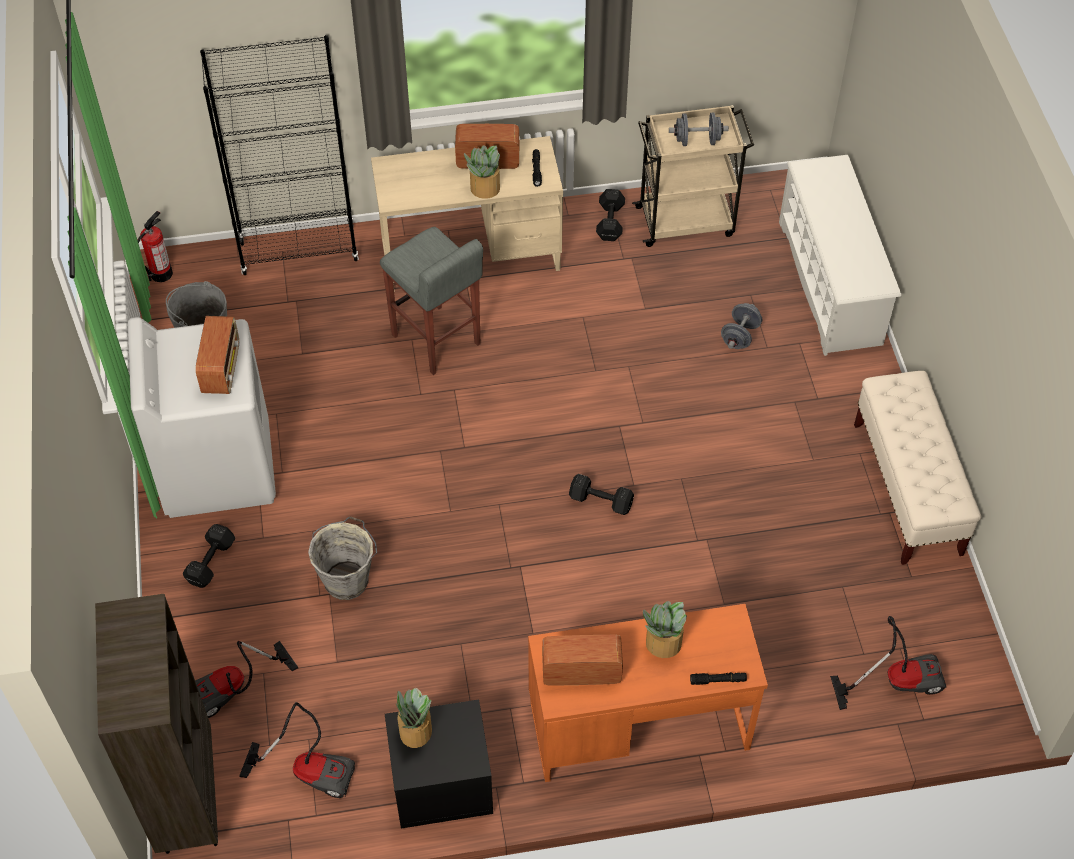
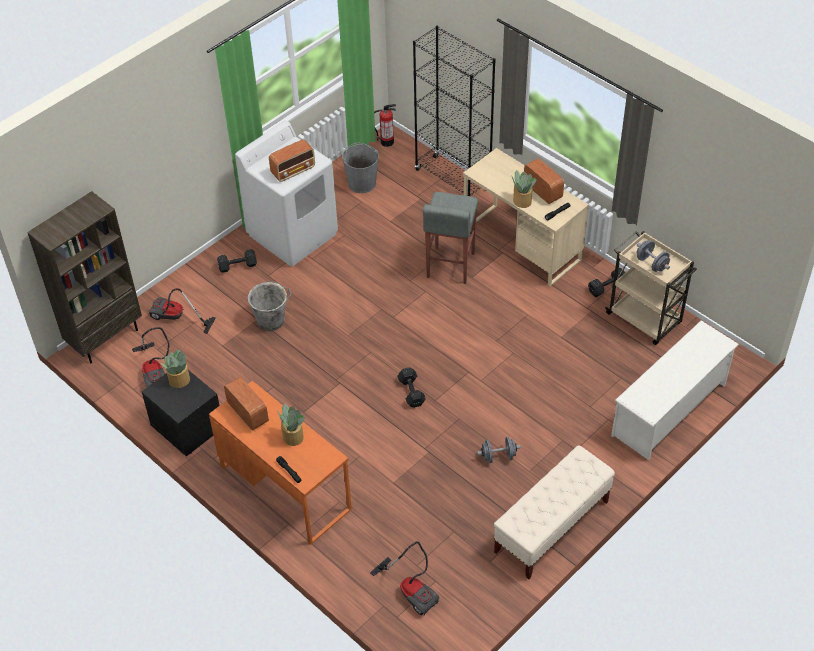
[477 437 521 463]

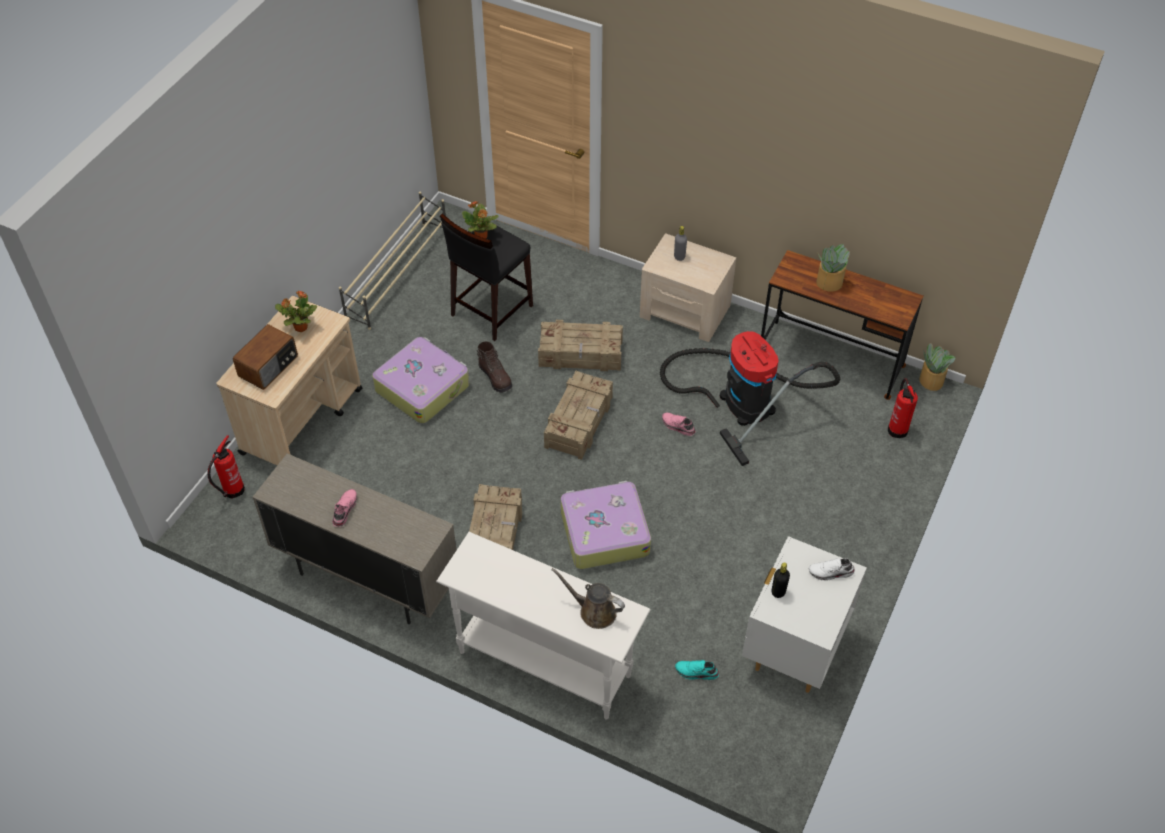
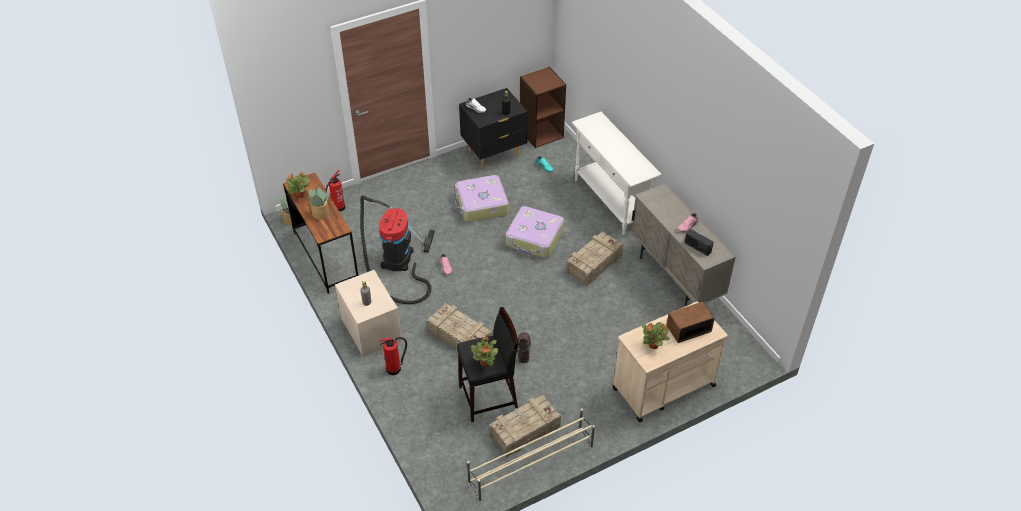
[551 568 625 629] (first image)
[285 172 310 198]
[520 67 566 148]
[684 229 714 256]
[379 337 407 375]
[455 175 509 222]
[489 395 561 458]
[459 88 528 169]

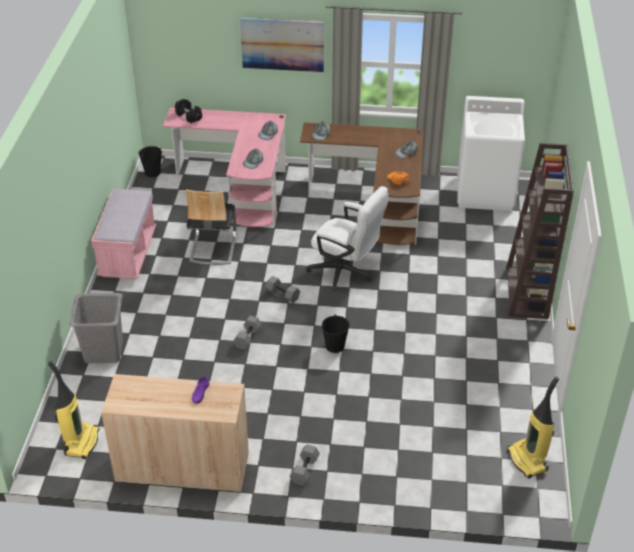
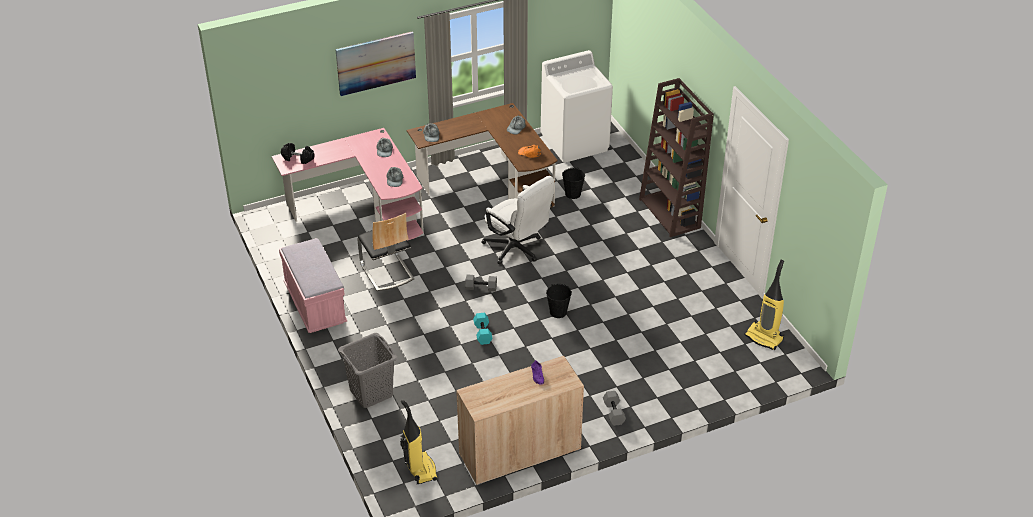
[562 168 585 199]
[473 313 493 345]
[481 176 555 265]

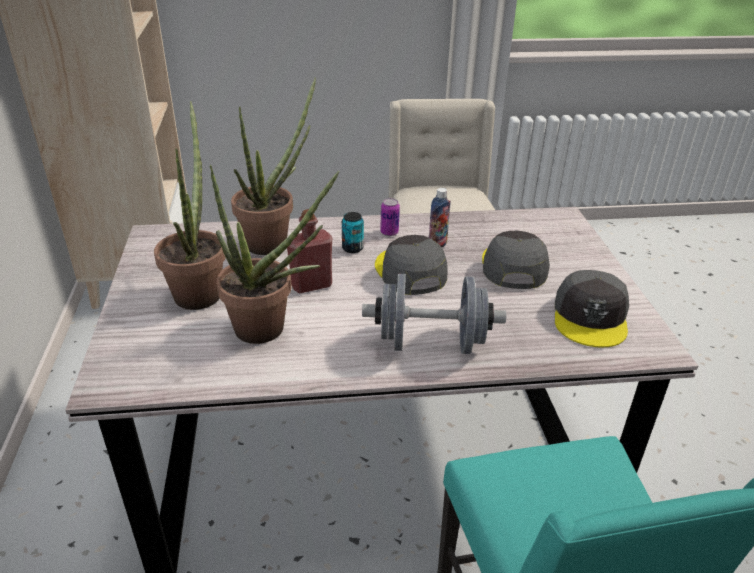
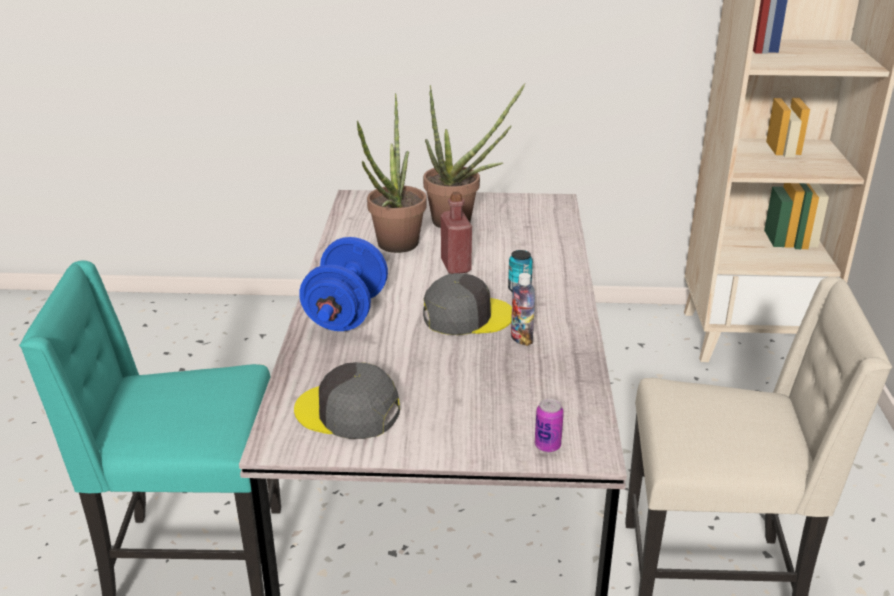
[231 78 316 255] (first image)
[482 231 550 289] (first image)
[535 399 564 452]
[299 237 388 331]

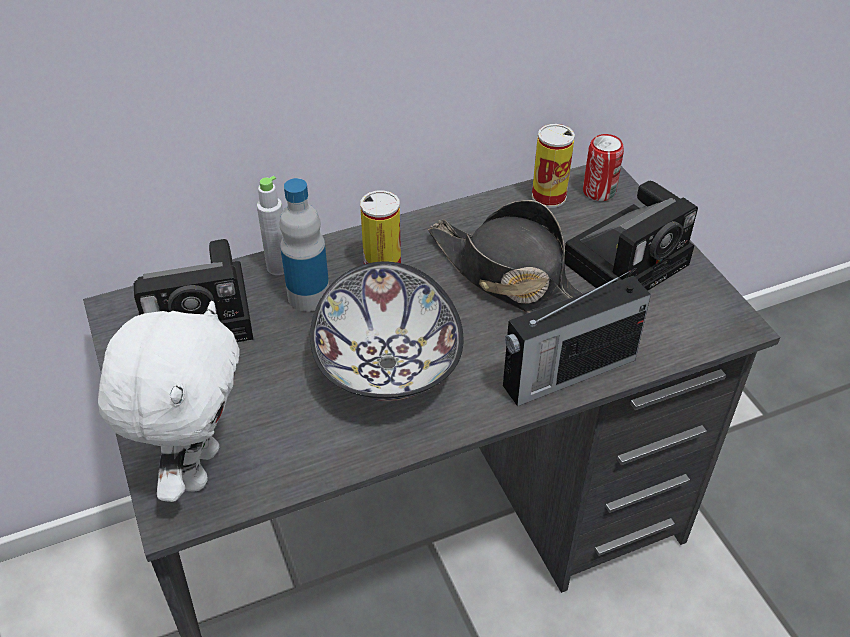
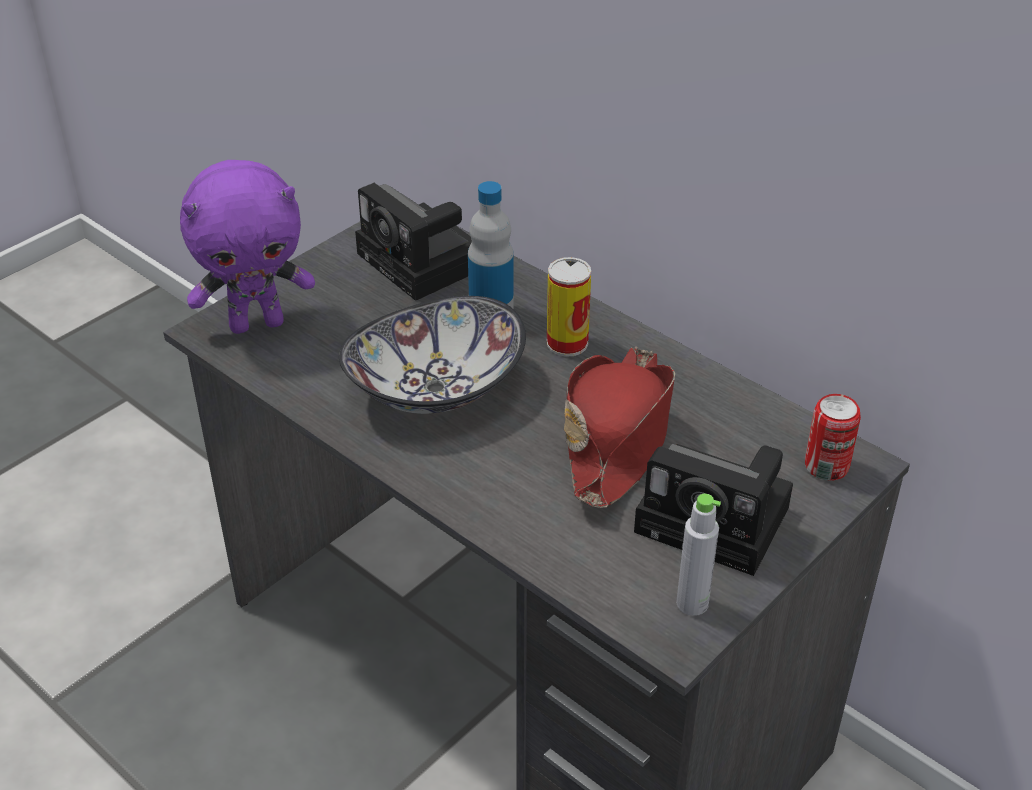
[503 270 651 406] (first image)
[532 124 575 208] (first image)
[676 494 721 616]
[180 160 315 334]
[564 346 675 508]

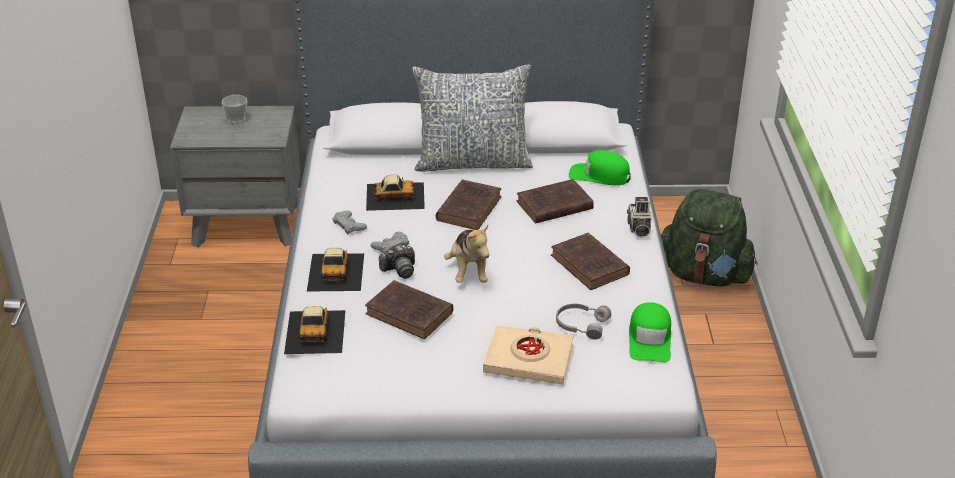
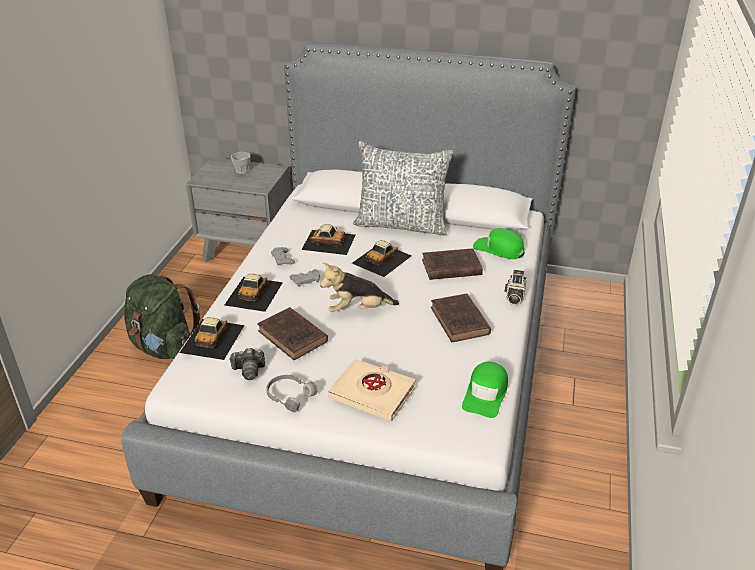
[229 348 265 380]
[266 375 317 412]
[124 274 200 359]
[352 240 412 277]
[320 263 399 312]

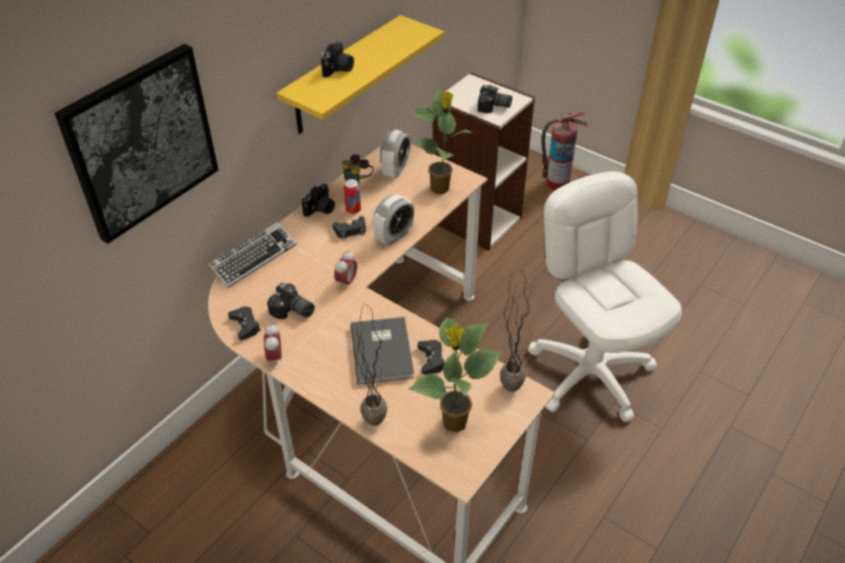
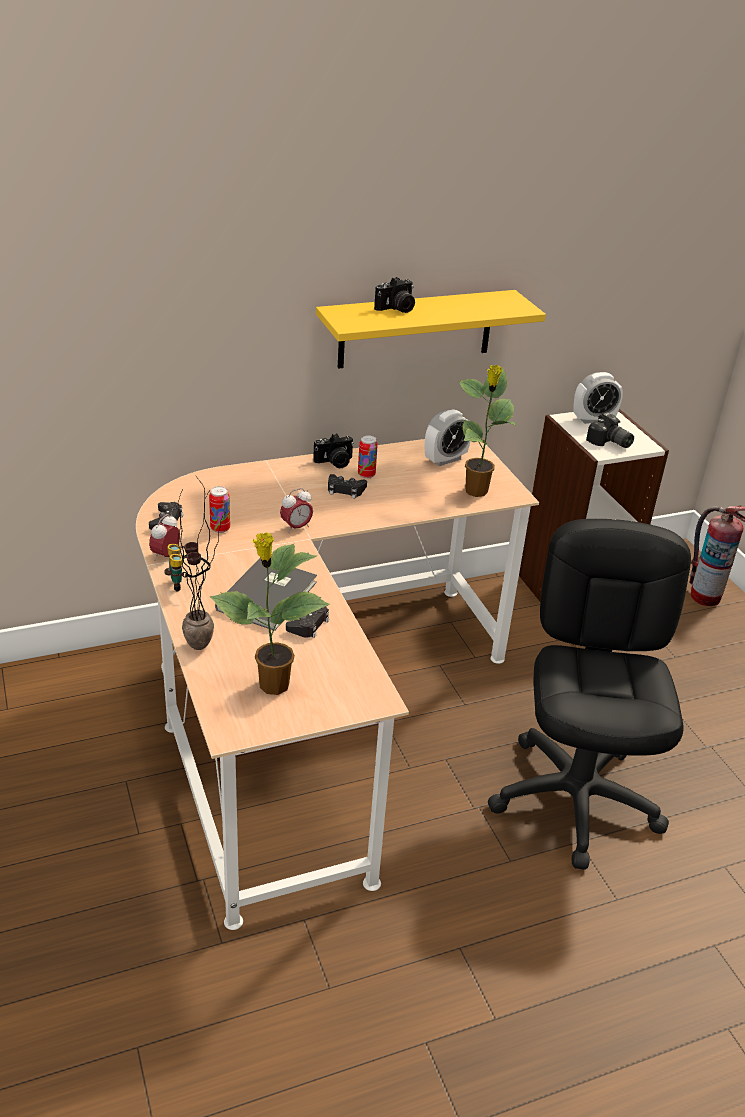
[54 44 218 244] (first image)
[208 222 297 288] (first image)
[500 275 533 392] (first image)
[164 542 211 591]
[574 372 623 424]
[209 486 230 533]
[488 519 691 870]

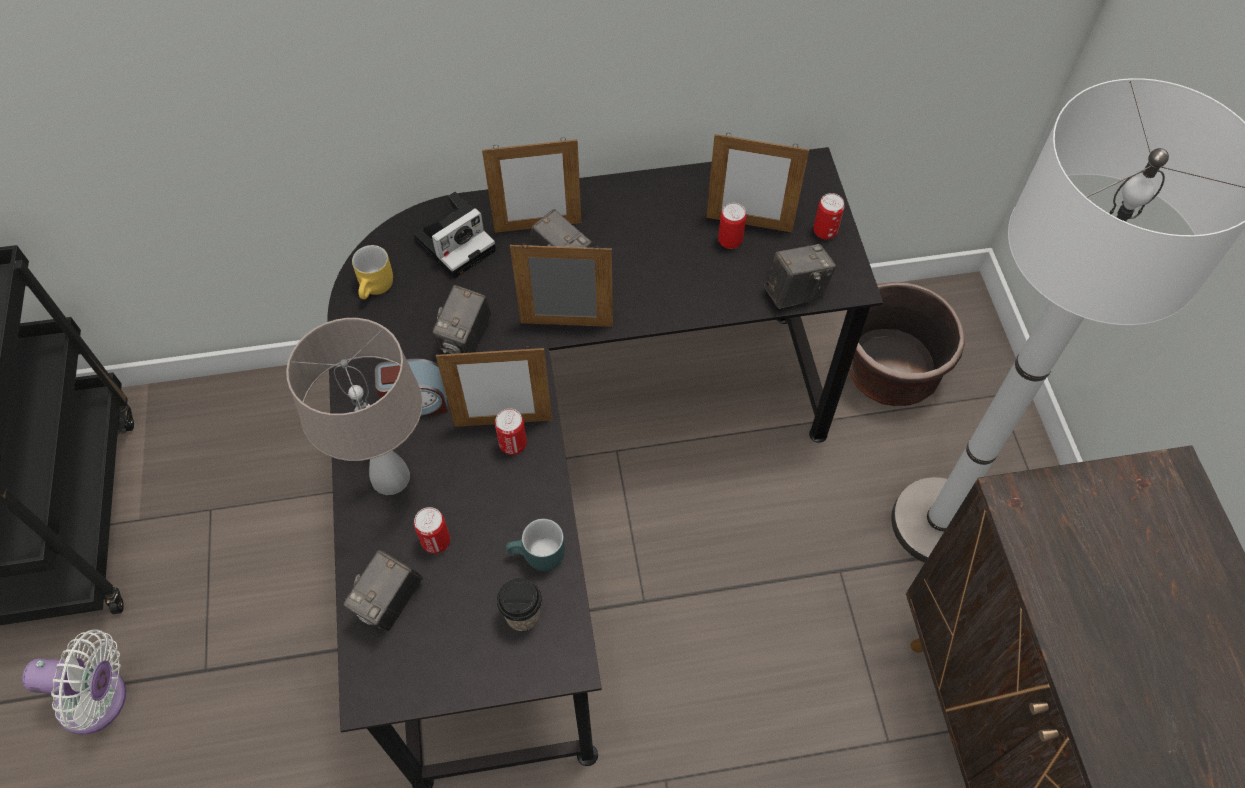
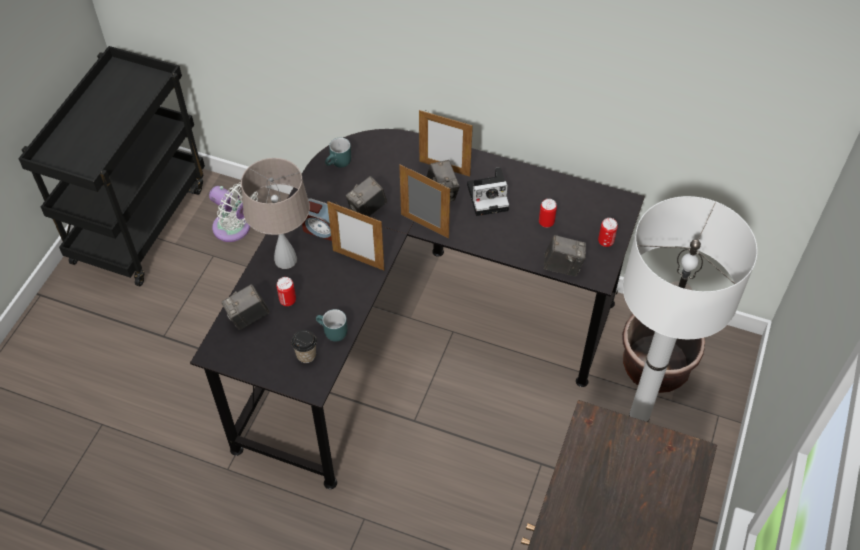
[495 408 527 455] (first image)
[706 133 809 232] (first image)
[209 182 258 242]
[467 167 509 216]
[325 138 351 167]

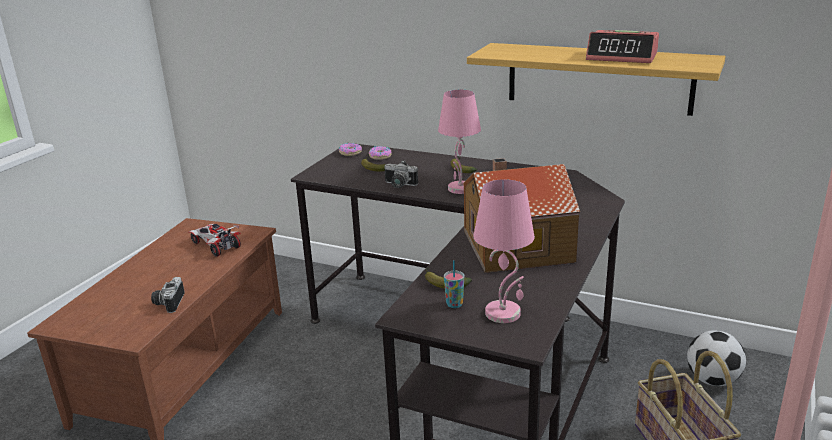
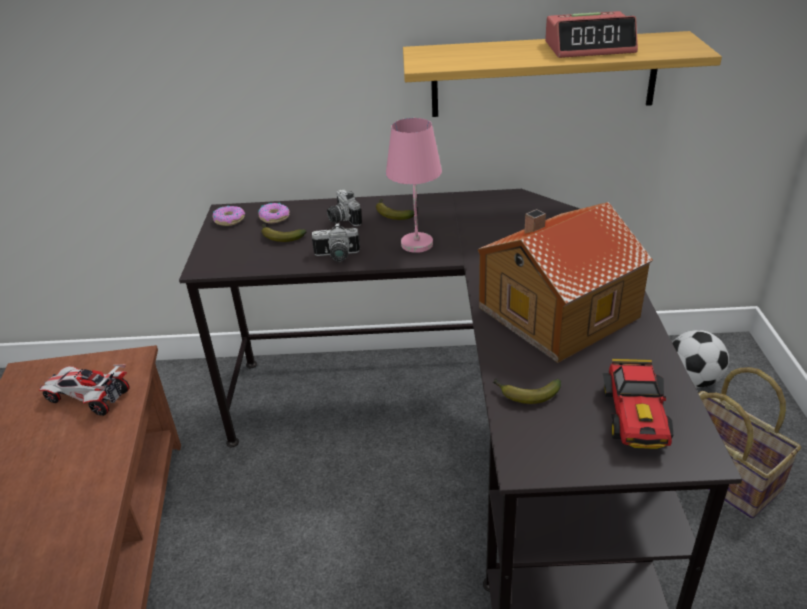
[444 260 464 308] (first image)
[327 189 362 226]
[603 359 674 449]

